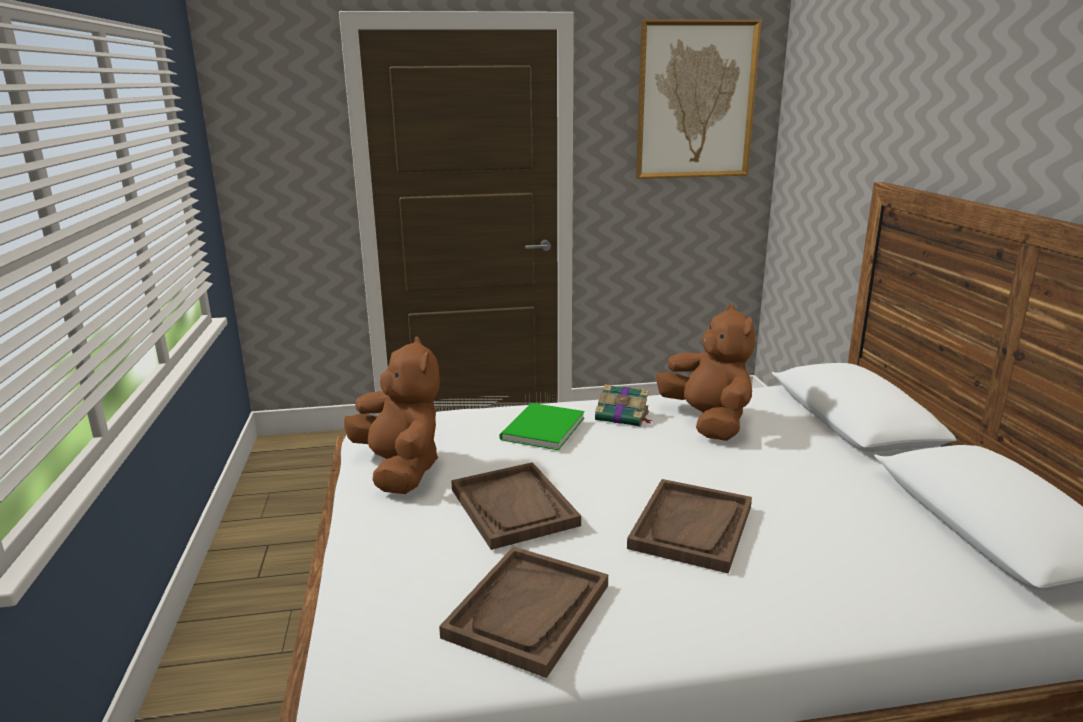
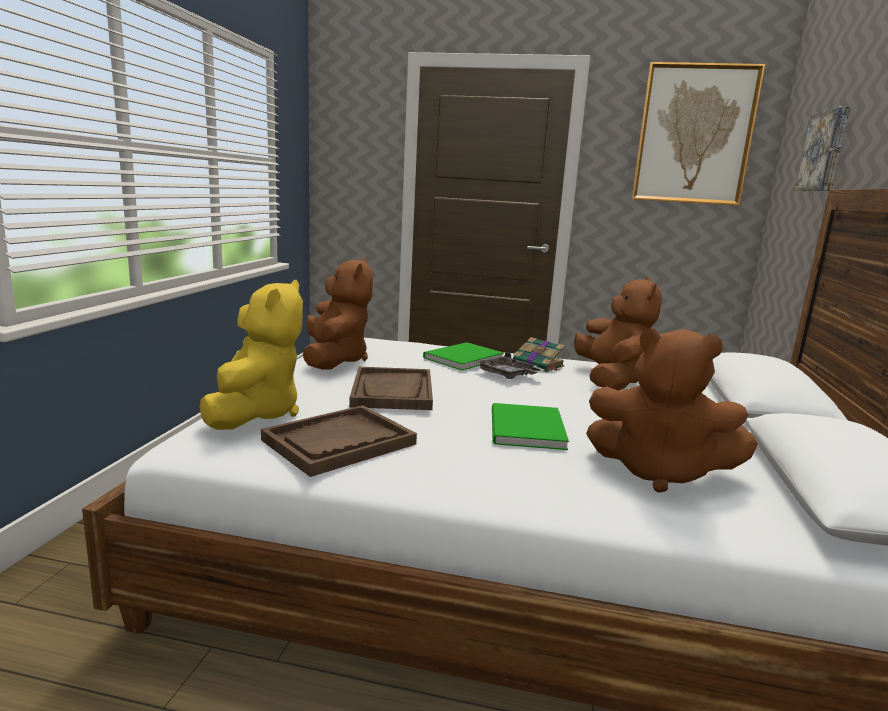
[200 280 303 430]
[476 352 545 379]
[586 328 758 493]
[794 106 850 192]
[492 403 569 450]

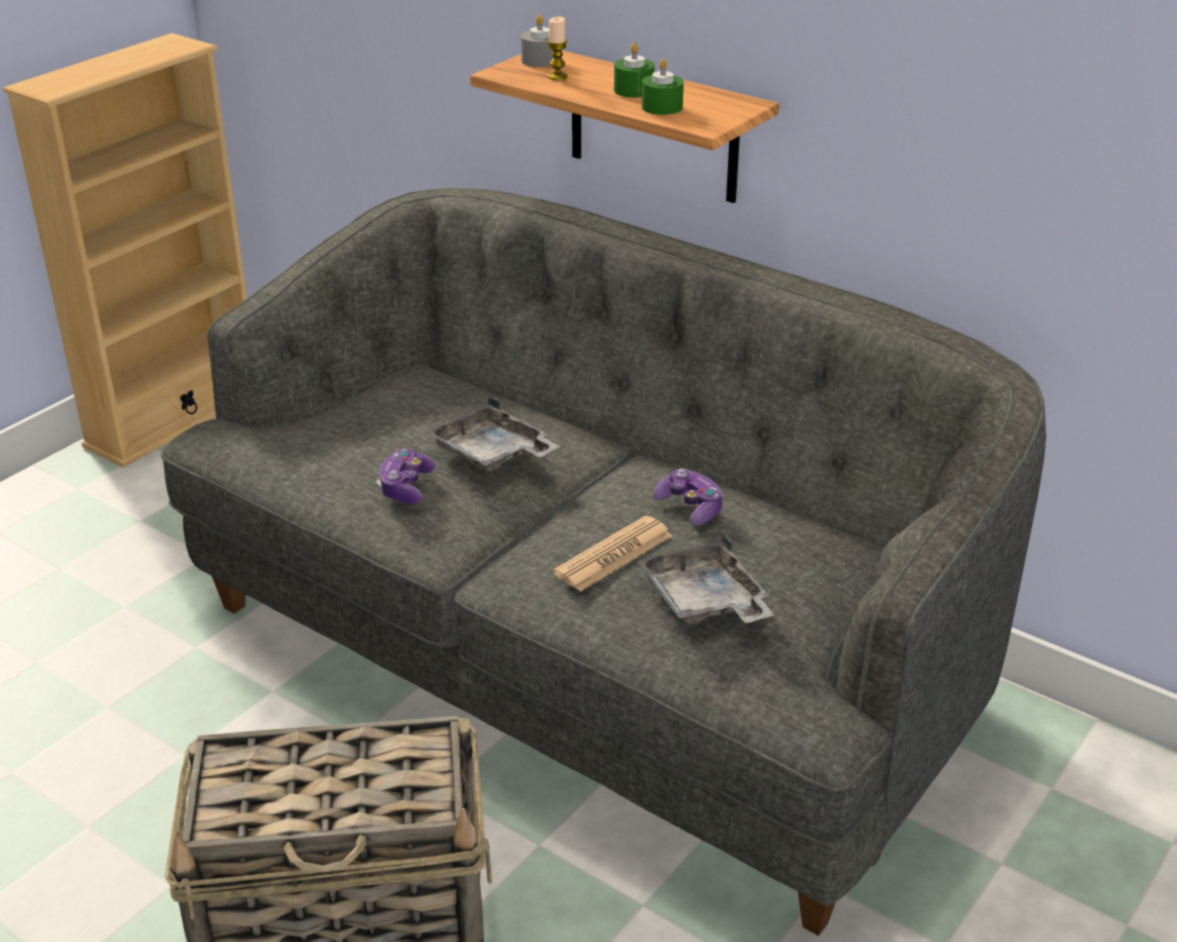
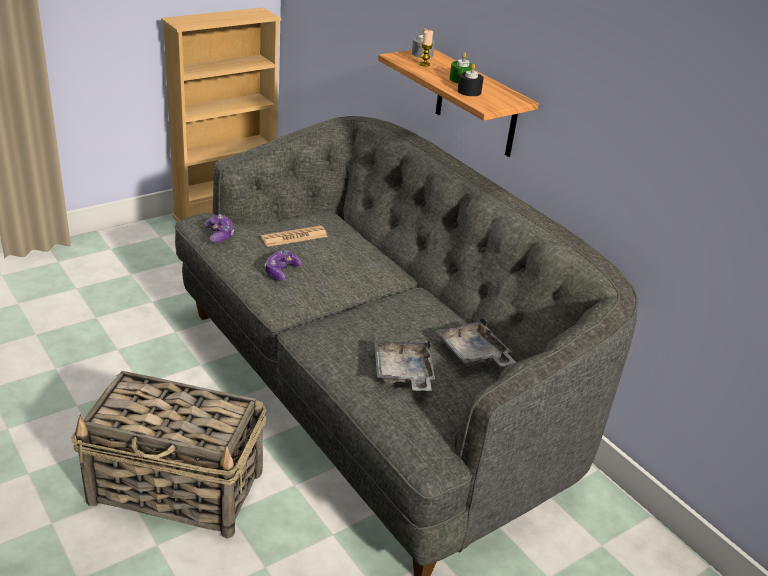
[436 317 516 367]
[261 225 327 247]
[204 214 234 243]
[457 64 484 96]

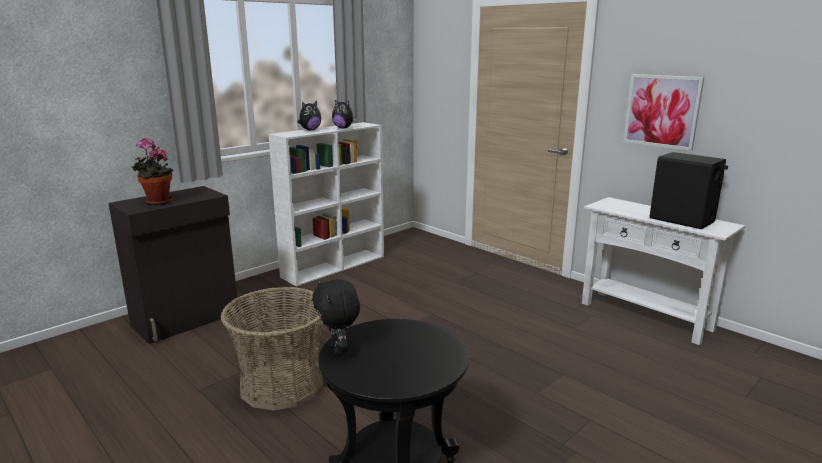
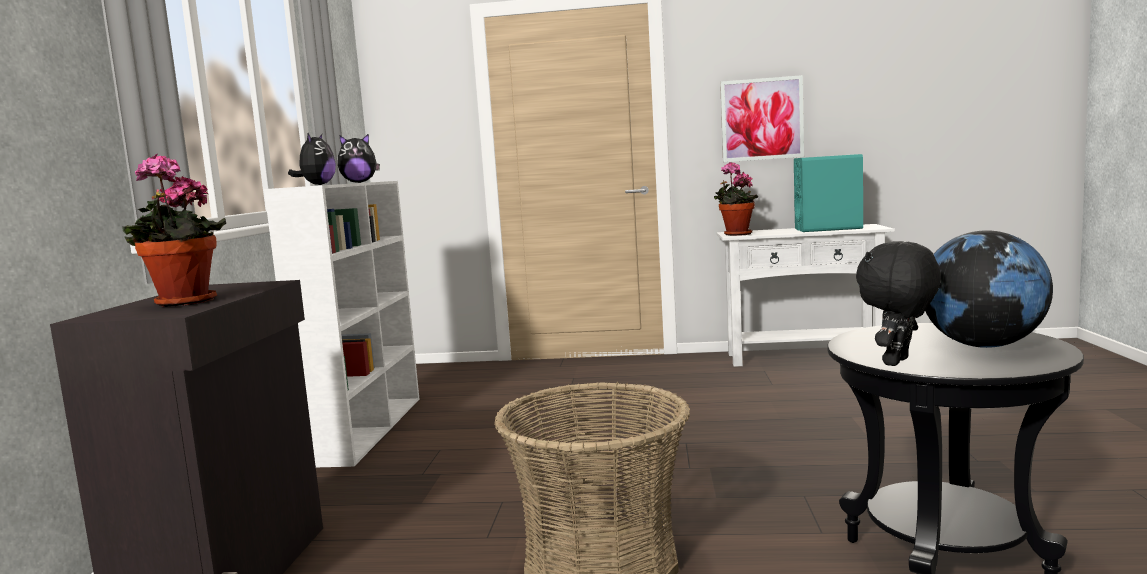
[714 162 758 236]
[925 230 1053 348]
[794 154 863 232]
[856 241 941 366]

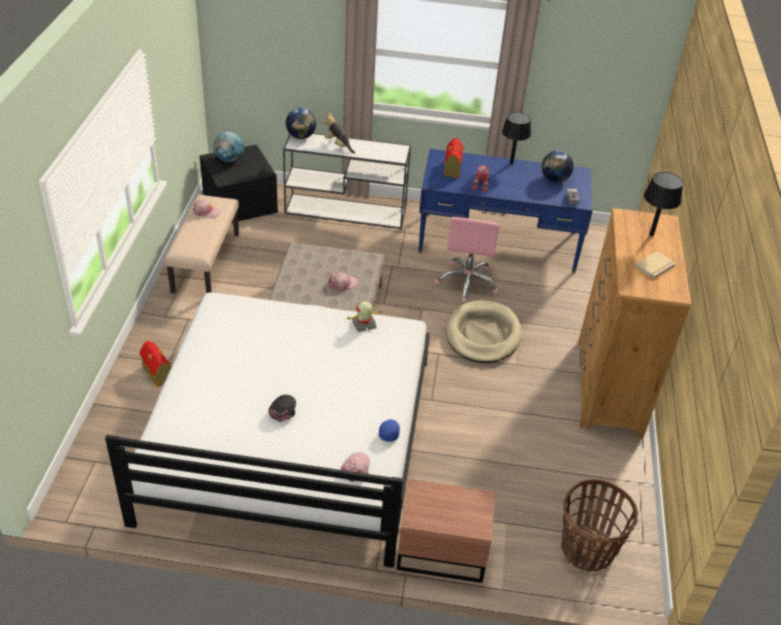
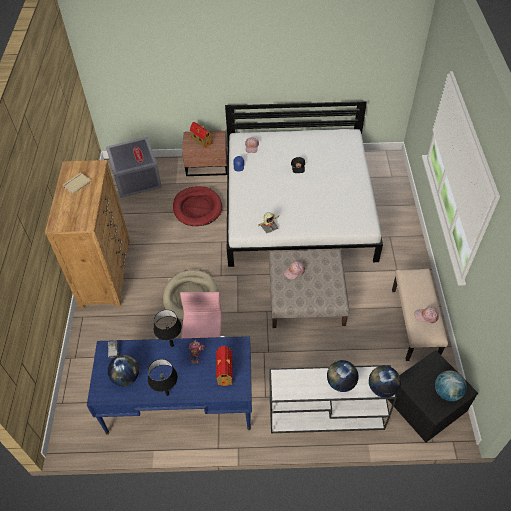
[173 186 222 226]
[190 122 212 148]
[154 310 182 347]
[327 360 358 392]
[106 137 162 198]

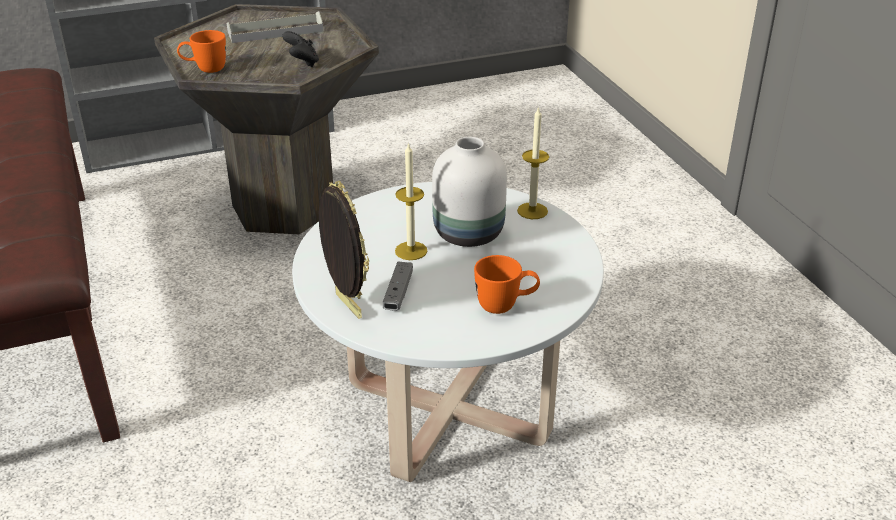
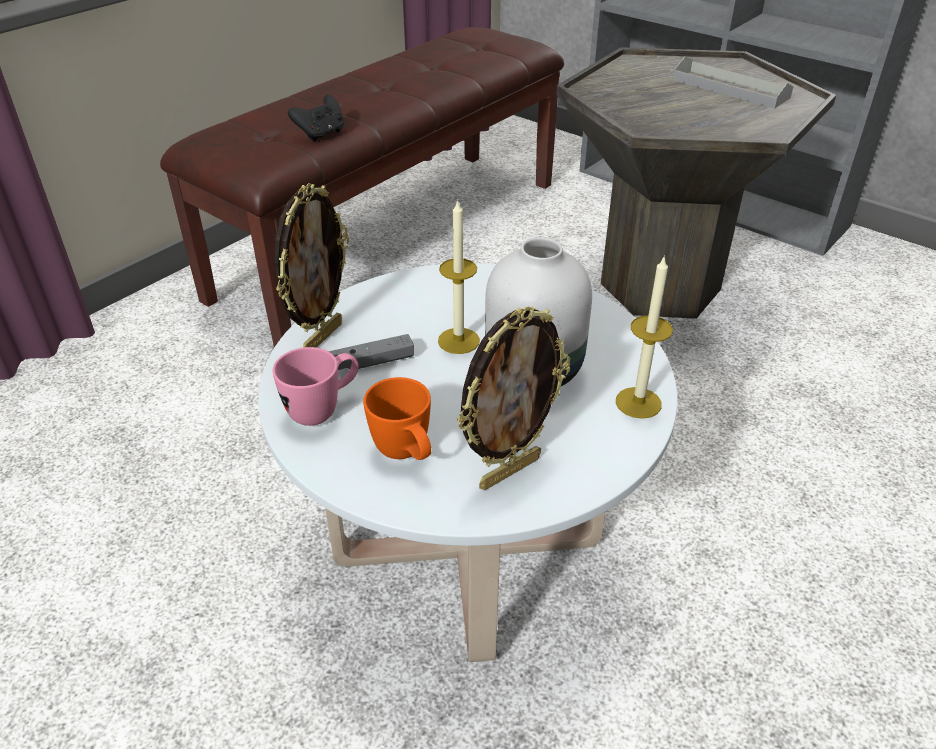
[177 30 226 73] (first image)
[273 347 359 426]
[457 306 570 490]
[288 95 344 141]

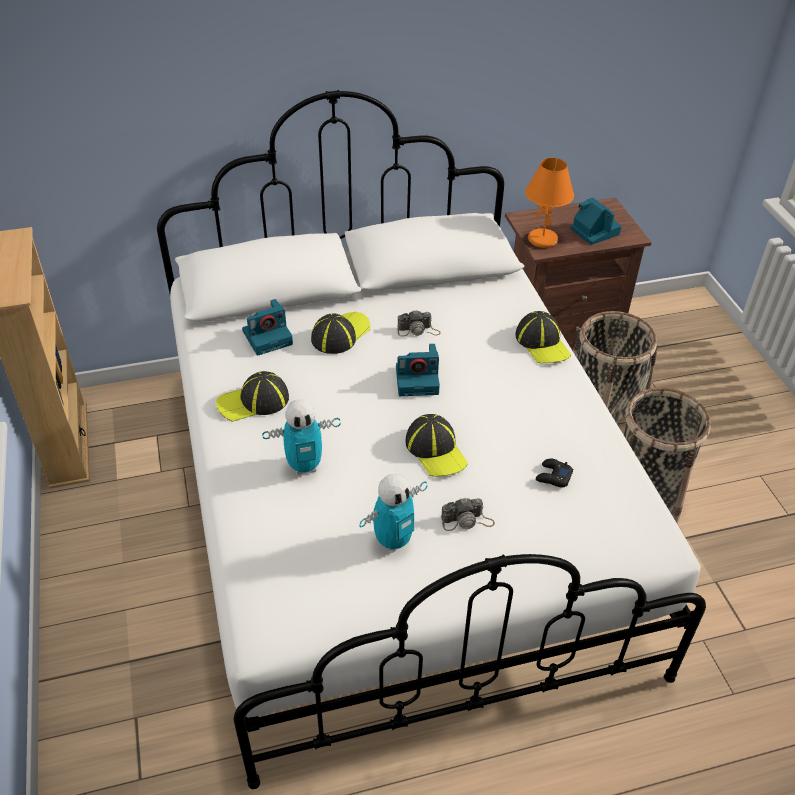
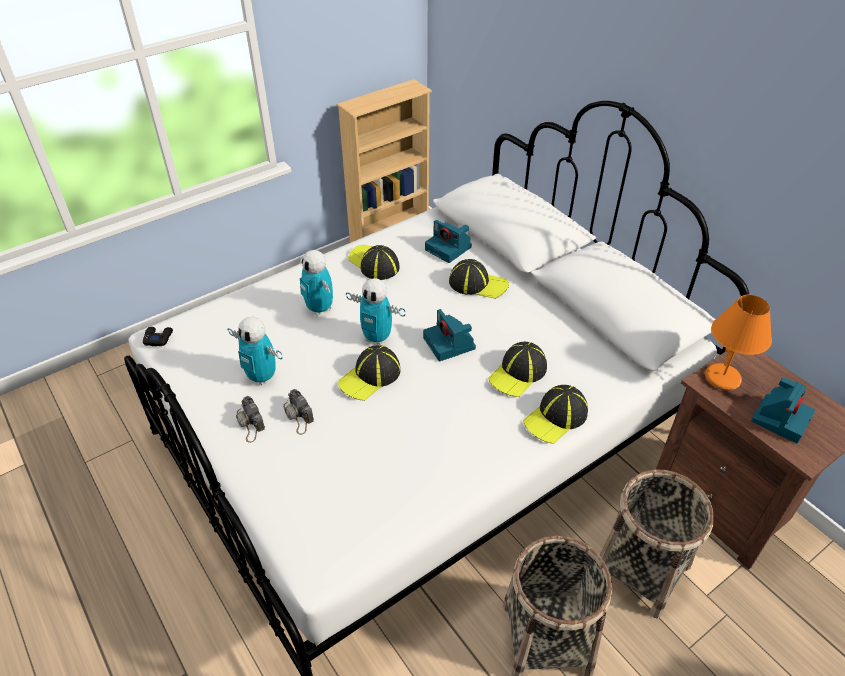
[346 278 406 345]
[489 342 547 397]
[236 396 265 443]
[143 327 173 346]

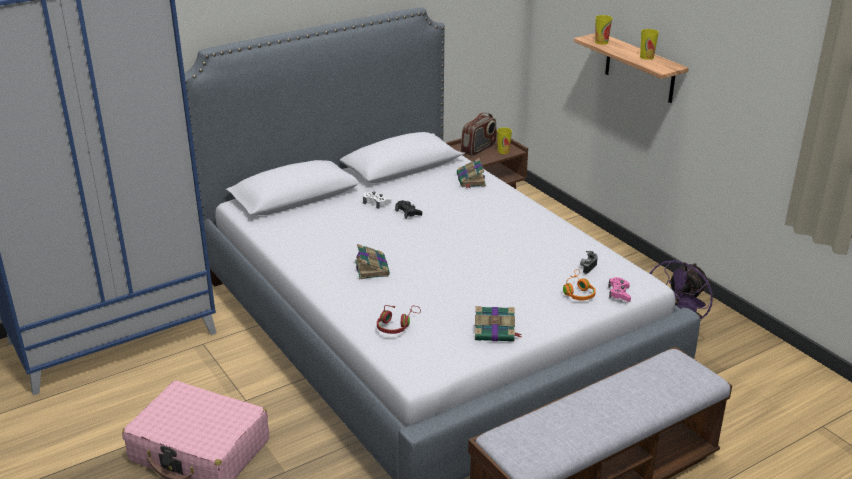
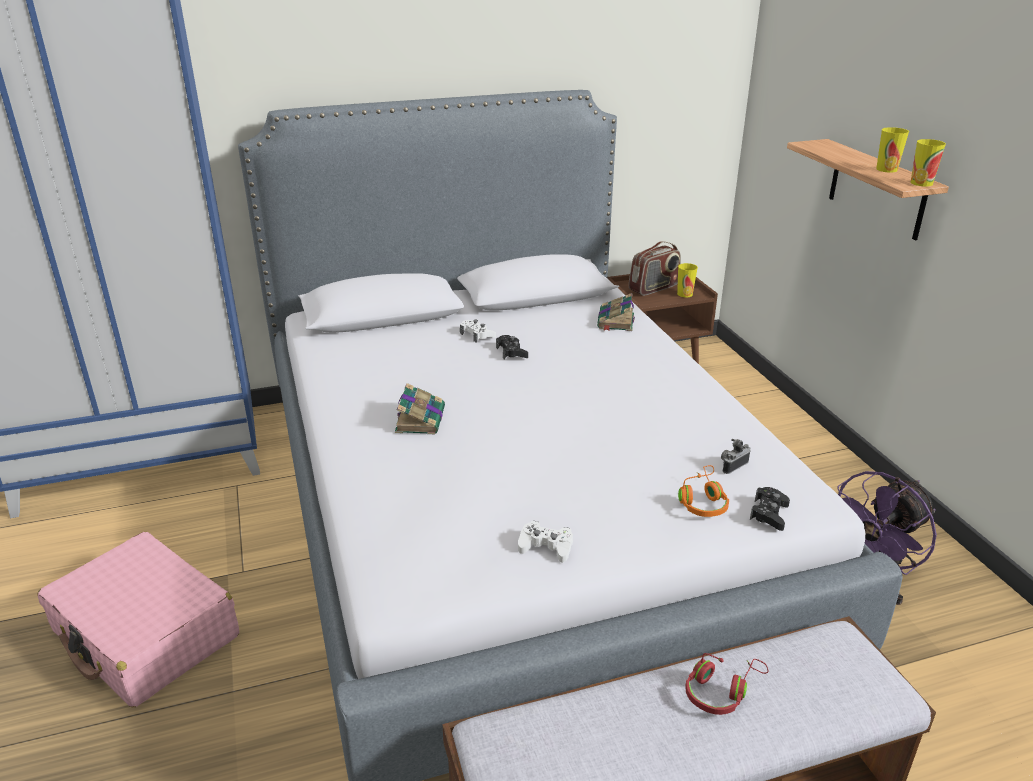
[685 653 768 715]
[910 139 946 186]
[518 521 573 563]
[750 487 790 531]

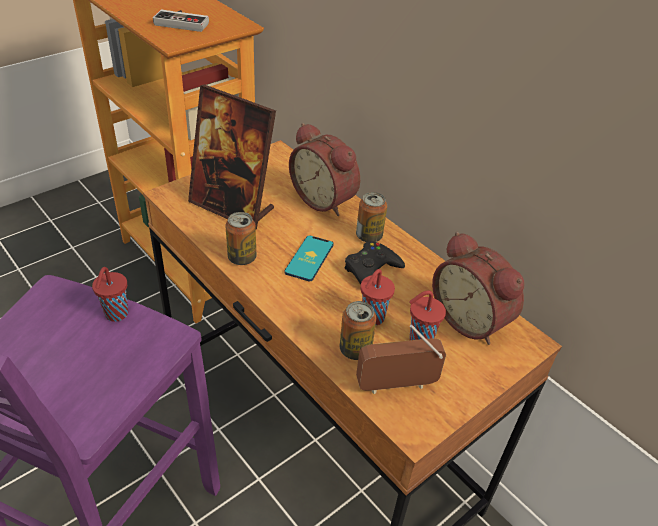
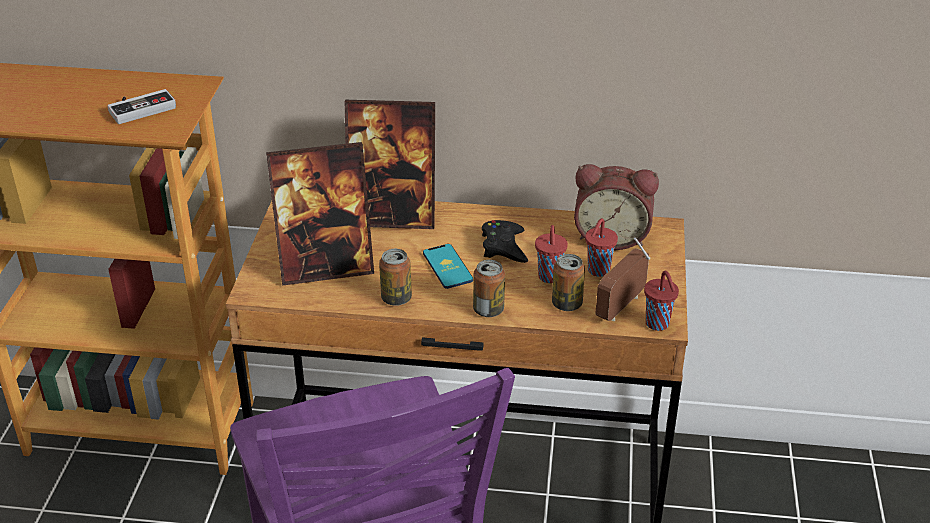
[644 271 679 331]
[473 260 505 317]
[345 100 435 229]

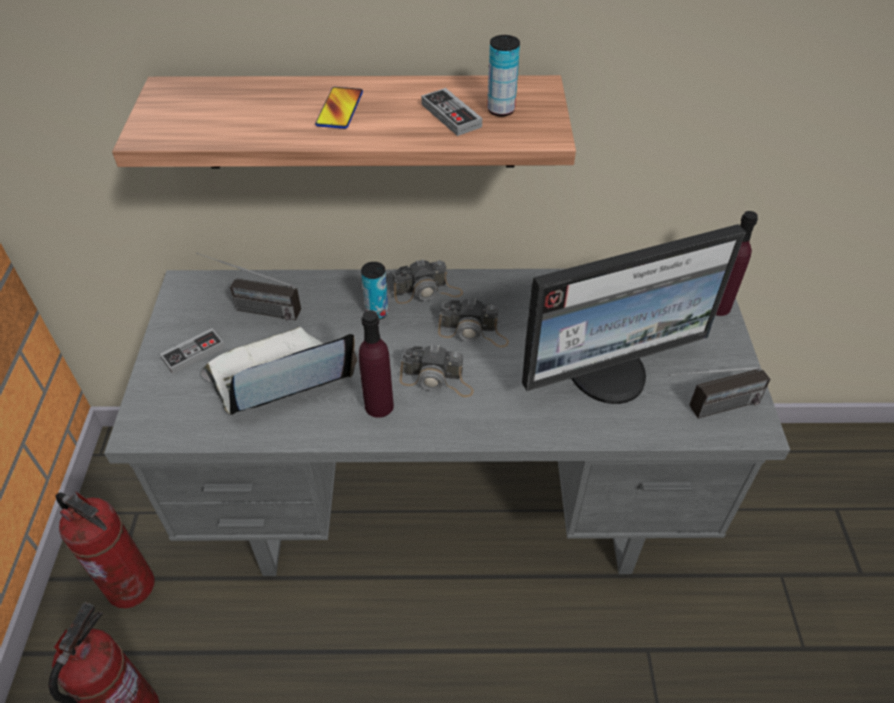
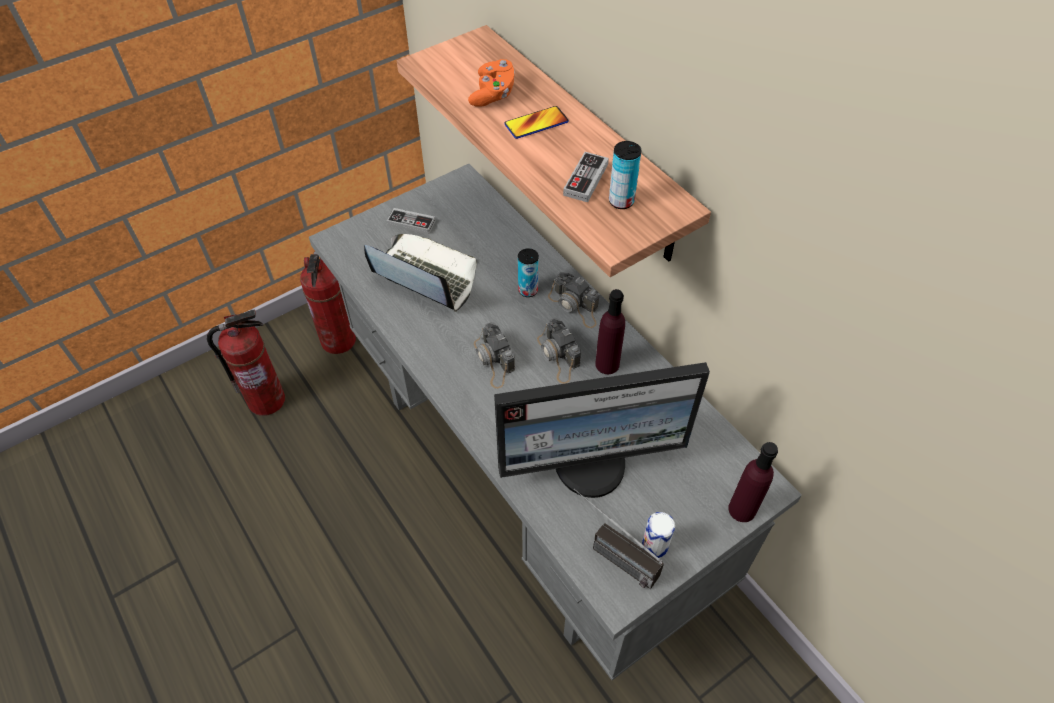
[197 253 301 320] (first image)
[468 59 515 107]
[642 512 675 558]
[595 289 625 374]
[494 362 710 498]

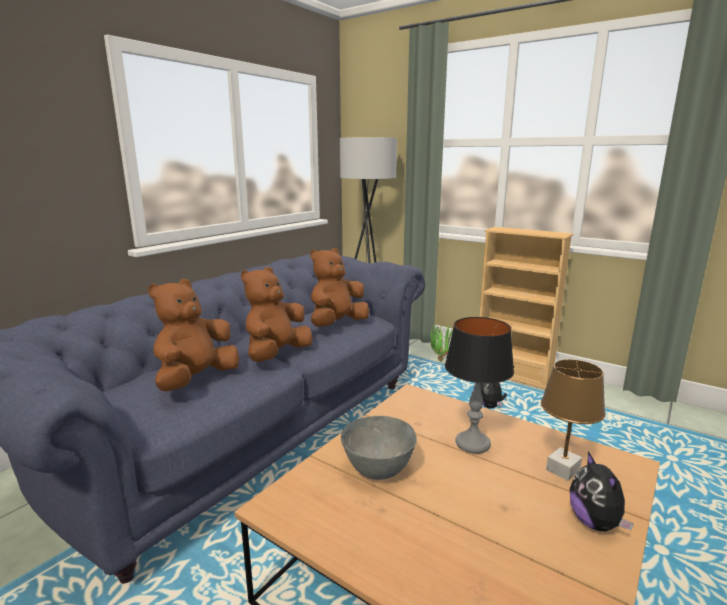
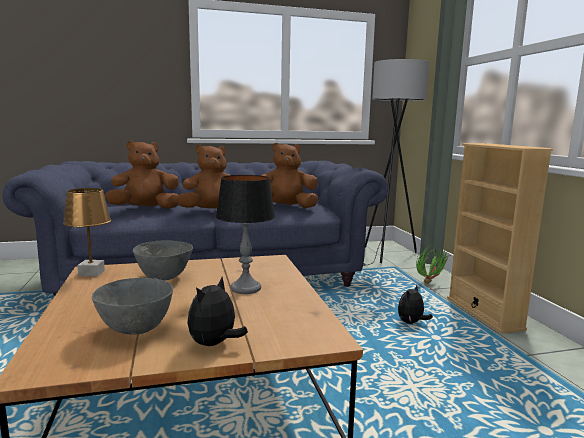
[92 278 173 335]
[63 188 111 277]

